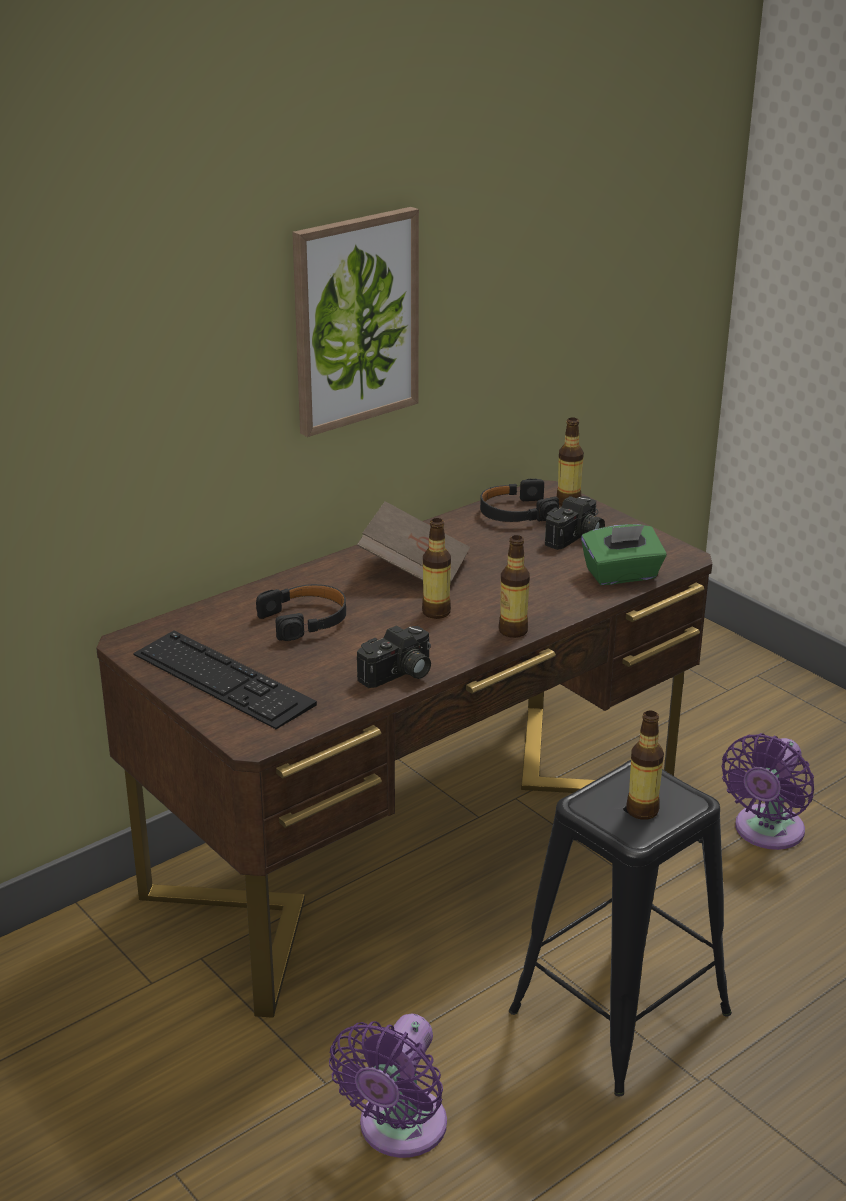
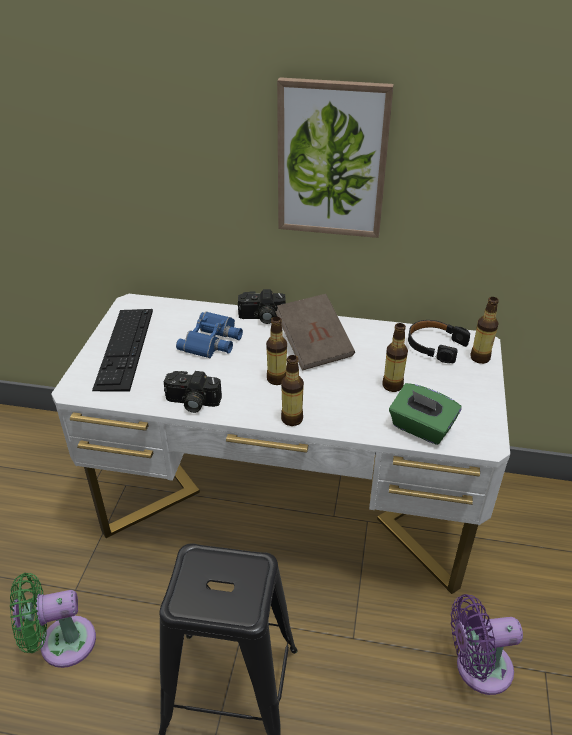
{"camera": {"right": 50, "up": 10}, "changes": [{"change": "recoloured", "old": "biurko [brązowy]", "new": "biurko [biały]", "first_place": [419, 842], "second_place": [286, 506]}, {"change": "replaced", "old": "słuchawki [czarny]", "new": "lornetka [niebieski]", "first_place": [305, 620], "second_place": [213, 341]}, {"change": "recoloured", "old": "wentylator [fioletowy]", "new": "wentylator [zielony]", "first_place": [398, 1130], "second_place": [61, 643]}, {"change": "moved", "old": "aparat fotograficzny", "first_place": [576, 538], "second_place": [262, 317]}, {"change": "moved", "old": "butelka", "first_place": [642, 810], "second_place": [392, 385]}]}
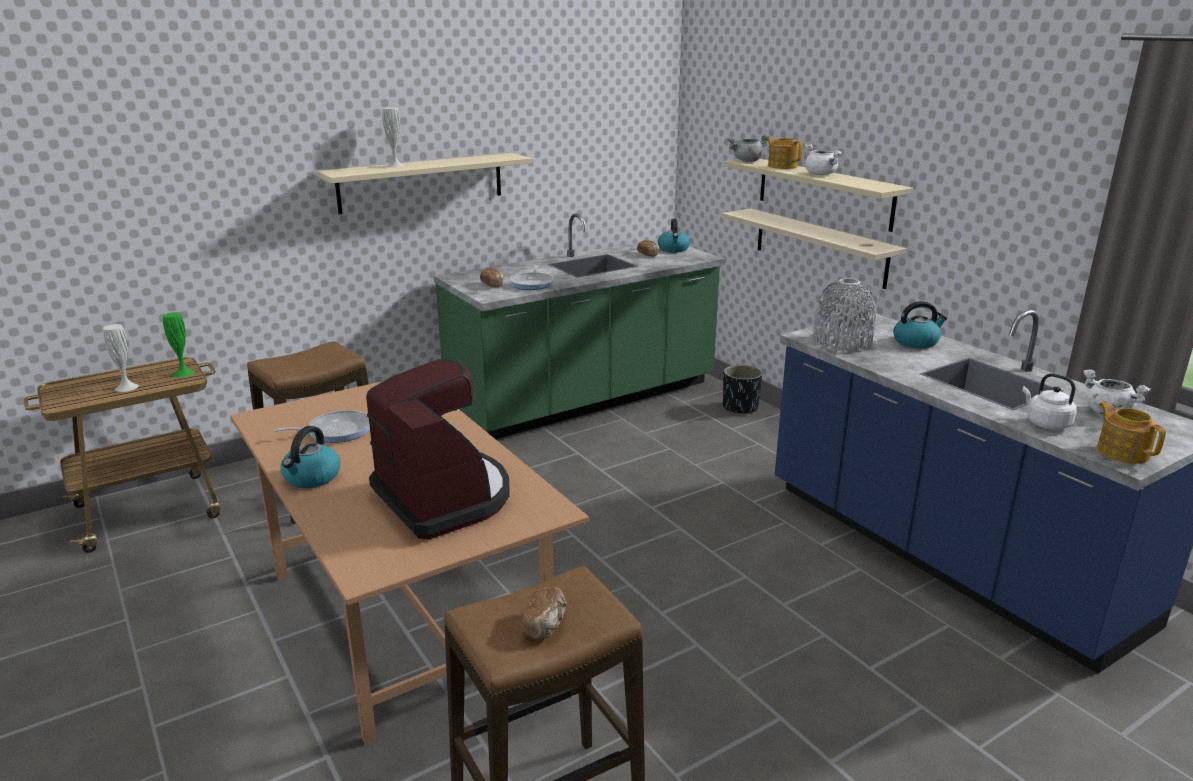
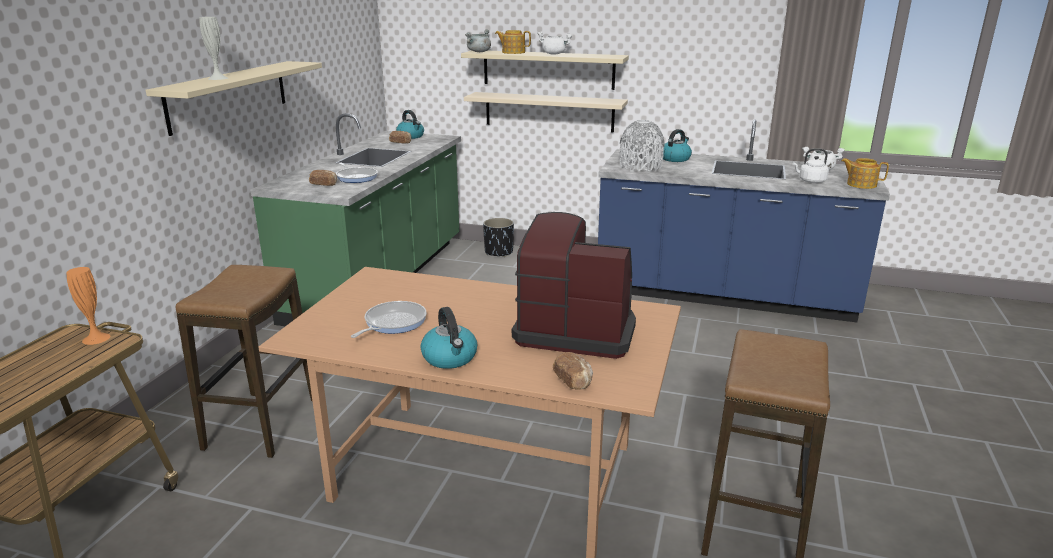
{"camera": {"right": -40, "up": 0}, "changes": [{"change": "removed", "old": "wazon [biały]", "first_place": [126, 387]}, {"change": "recoloured", "old": "wazon [zielony]", "new": "wazon [pomarańczowy]", "first_place": [183, 373], "second_place": [96, 338]}, {"change": "moved", "old": "chleb", "first_place": [546, 624], "second_place": [573, 380]}]}
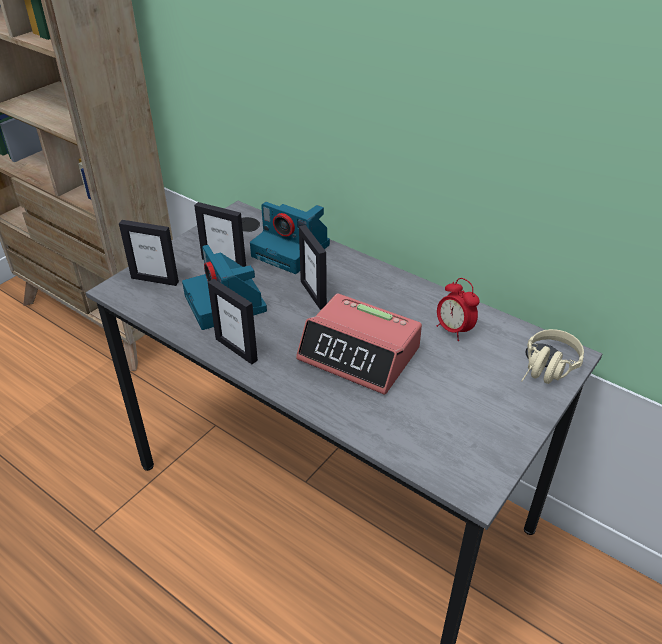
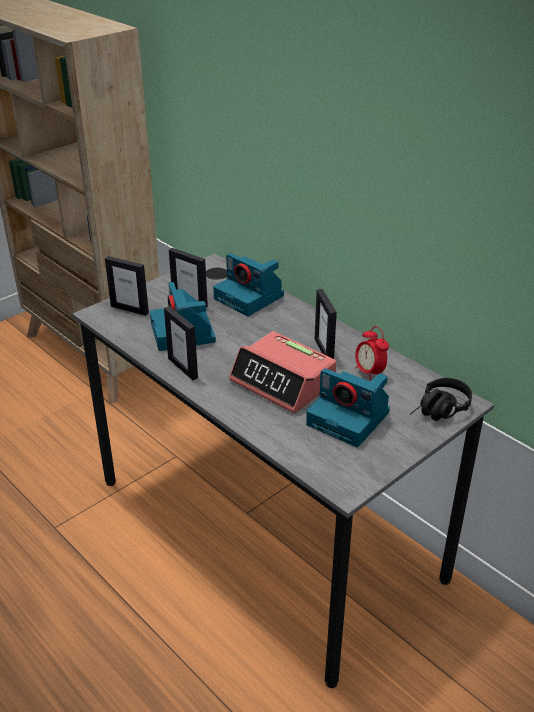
{"camera": {"right": 10, "up": -5}, "changes": [{"change": "moved", "old": "ramka na zdjęcie", "first_place": [313, 294], "second_place": [324, 350]}, {"change": "recoloured", "old": "słuchawki [beżowy]", "new": "słuchawki [czarny]", "first_place": [546, 371], "second_place": [438, 411]}, {"change": "added", "new": "aparat fotograficzny", "second_place": [350, 419]}]}
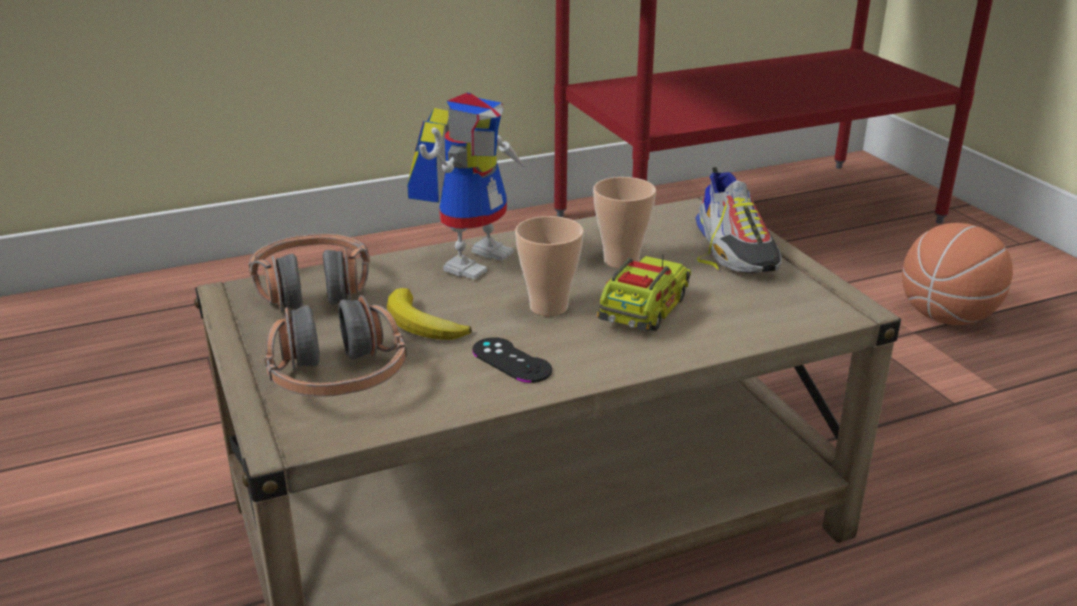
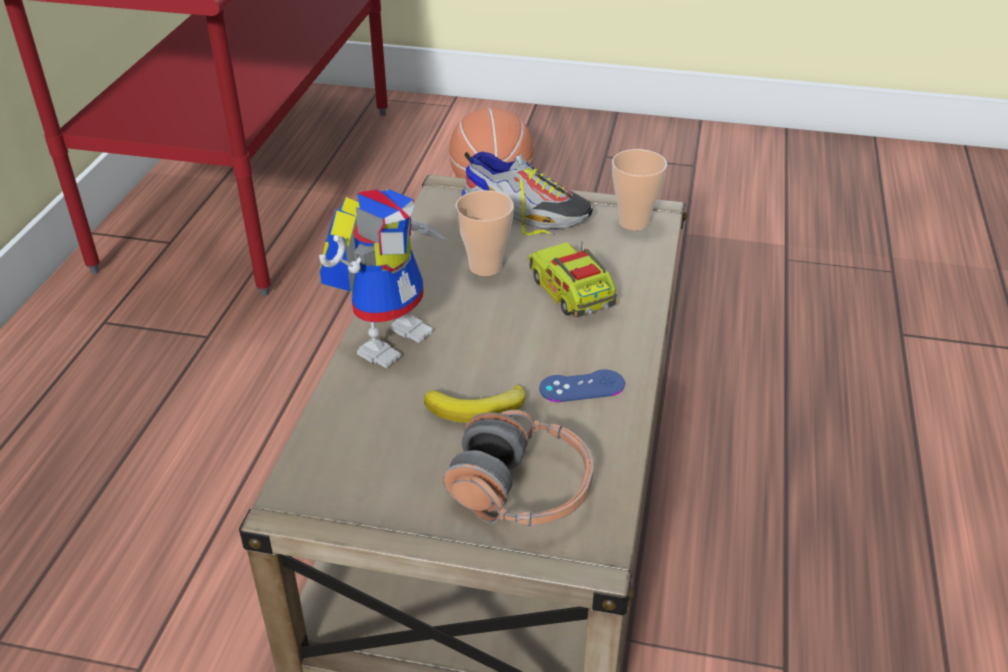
{"camera": {"right": -55, "up": 10}, "changes": [{"change": "removed", "old": "słuchawki", "first_place": [313, 289]}, {"change": "turned", "old": "robot zabawkowy", "first_place": [472, 257], "second_place": [390, 335], "degrees": 60}, {"change": "recoloured", "old": "pad do gier [czarny]", "new": "pad do gier [niebieski]", "first_place": [511, 360], "second_place": [582, 386]}, {"change": "moved", "old": "filiżanka", "first_place": [548, 307], "second_place": [634, 222]}]}
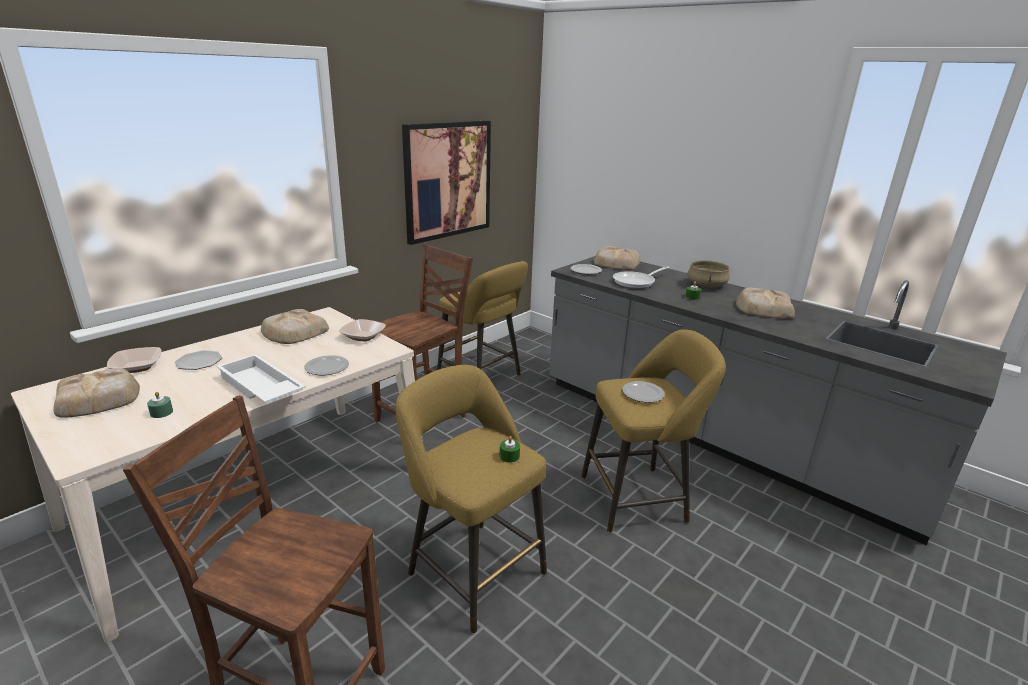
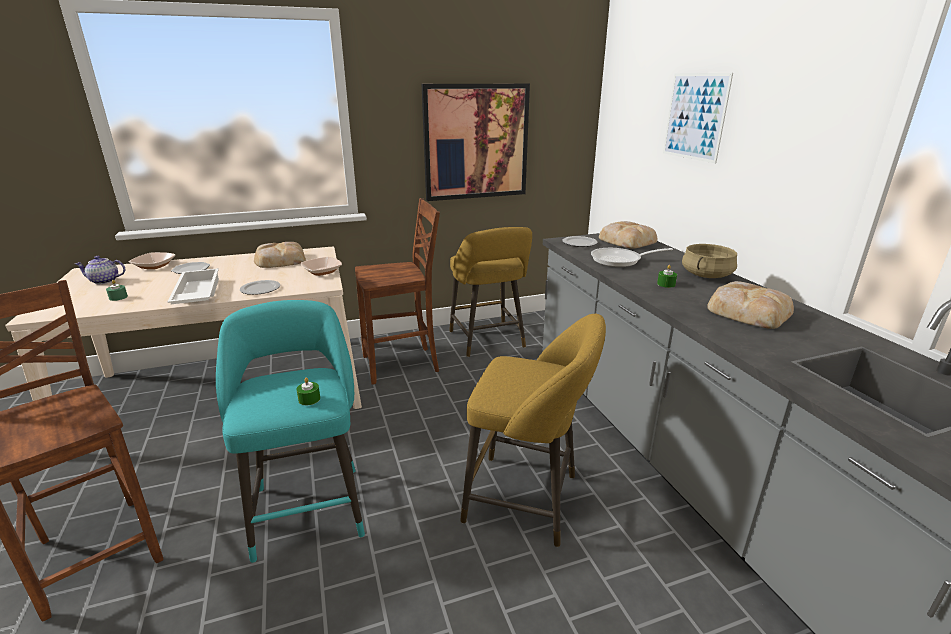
{"camera": {"right": 30, "up": 0}, "changes": [{"change": "replaced", "old": "chleb", "new": "imbryk", "first_place": [99, 399], "second_place": [104, 281]}, {"change": "recoloured", "old": "stołek [żółty]", "new": "stołek [turkusowy]", "first_place": [472, 569], "second_place": [308, 506]}, {"change": "removed", "old": "talerz", "first_place": [642, 393]}, {"change": "added", "new": "obraz", "second_place": [695, 116]}]}
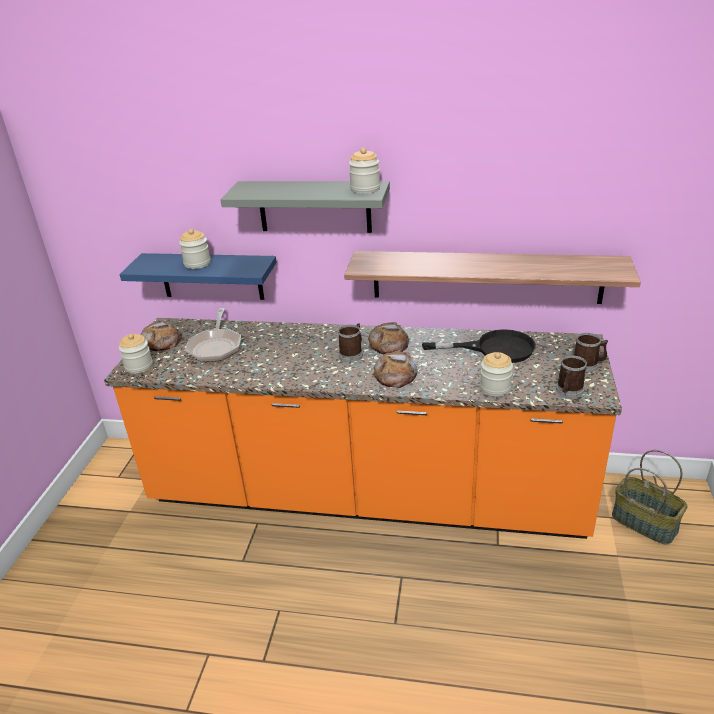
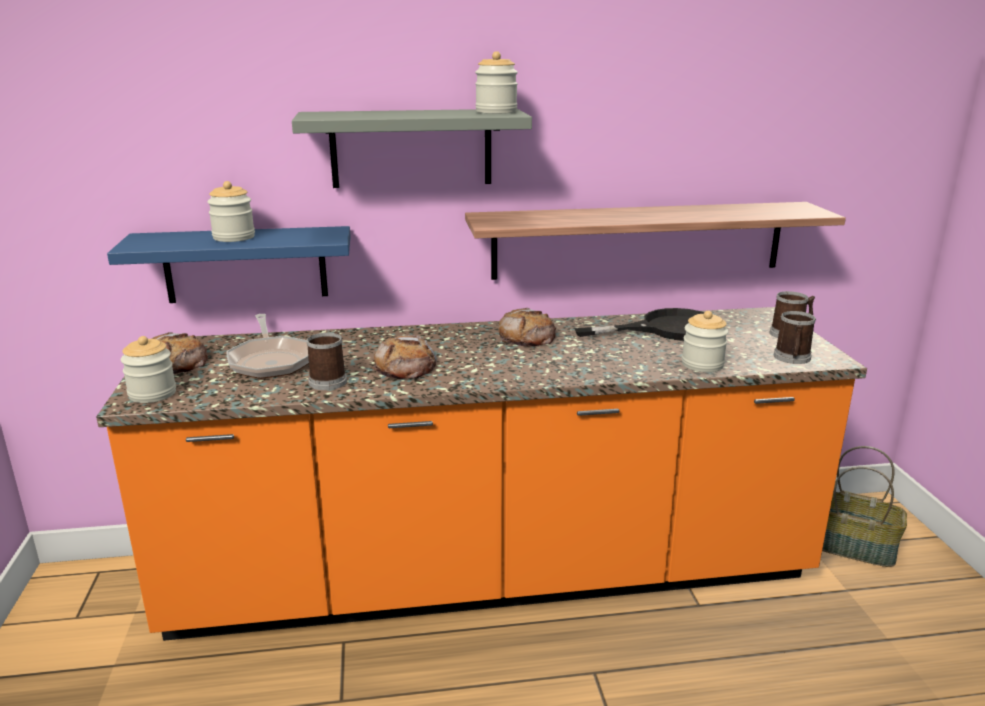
{"camera": {"right": -20, "up": -10}, "changes": [{"change": "moved", "old": "kubek", "first_place": [352, 354], "second_place": [330, 380]}, {"change": "moved", "old": "chleb", "first_place": [395, 375], "second_place": [405, 366]}]}
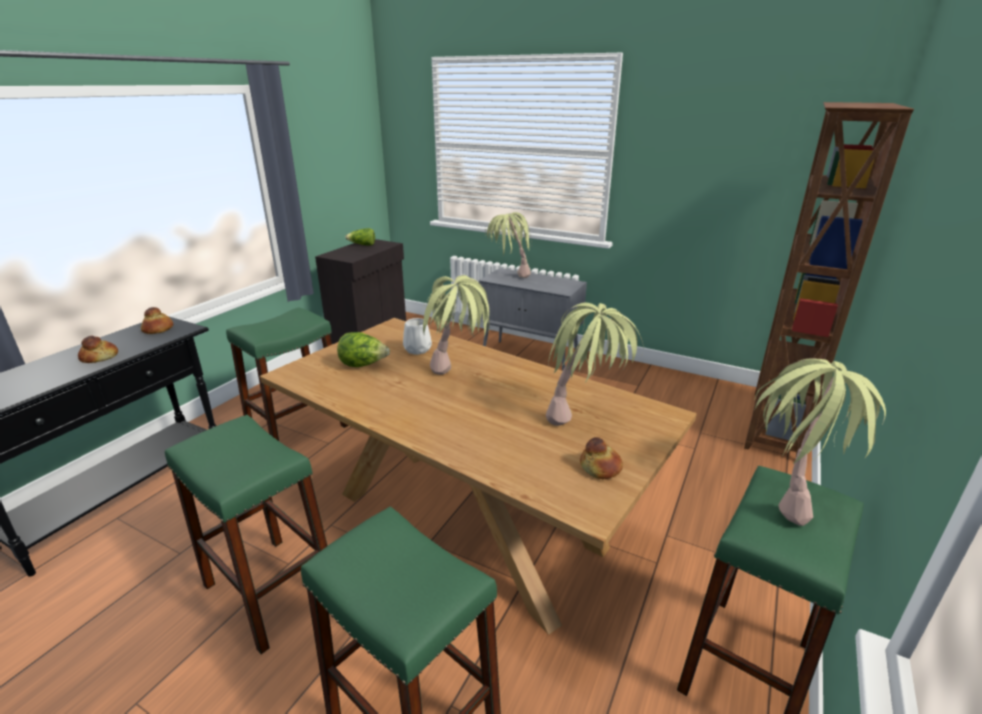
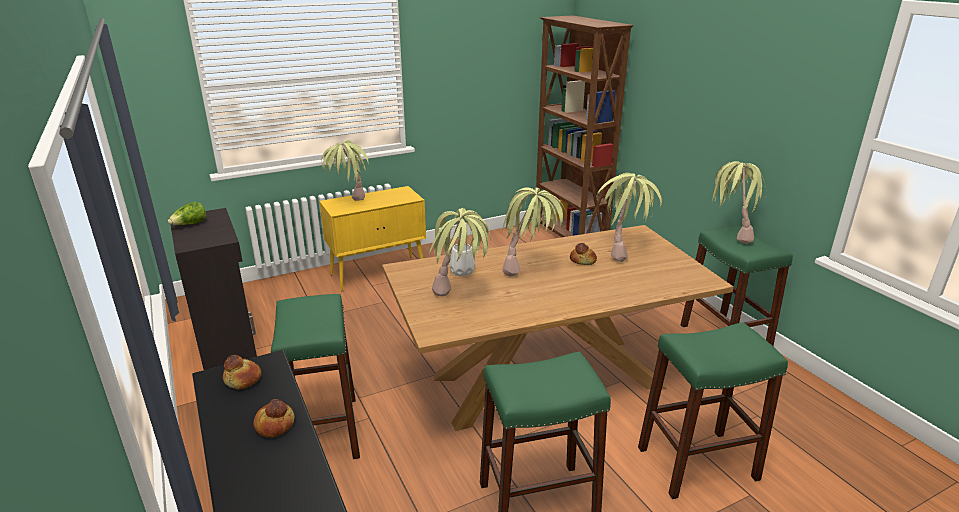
{"camera": {"right": -55, "up": 0}, "changes": [{"change": "replaced", "old": "sałata", "new": "roślina doniczkowa", "first_place": [363, 365], "second_place": [461, 298]}, {"change": "recoloured", "old": "szafka [szary]", "new": "szafka [żółty]", "first_place": [530, 358], "second_place": [379, 273]}, {"change": "moved", "old": "chleb", "first_place": [600, 467], "second_place": [583, 260]}]}
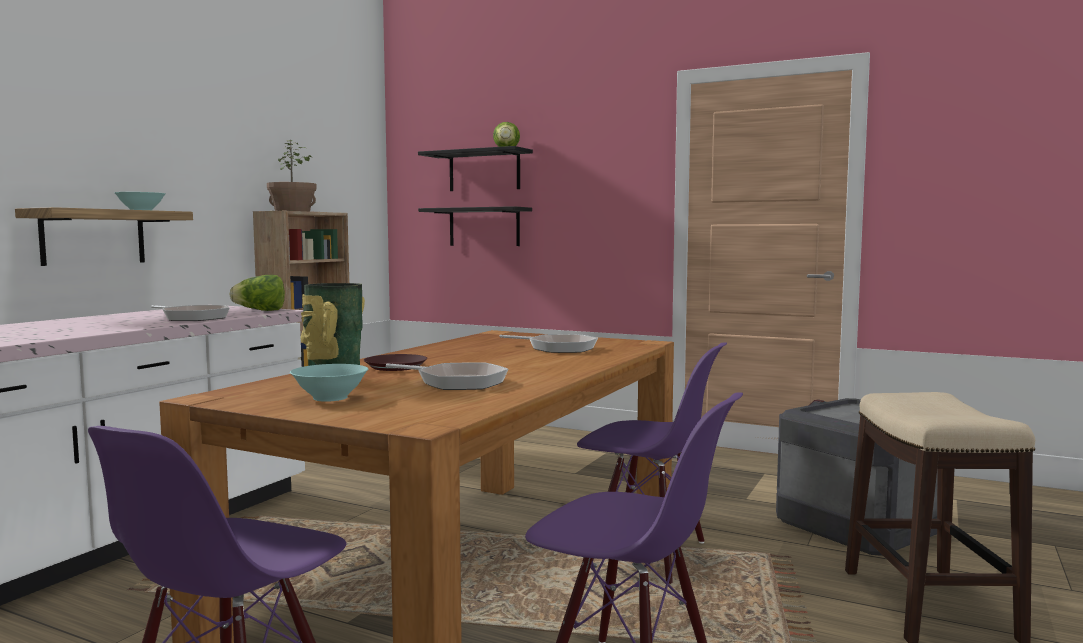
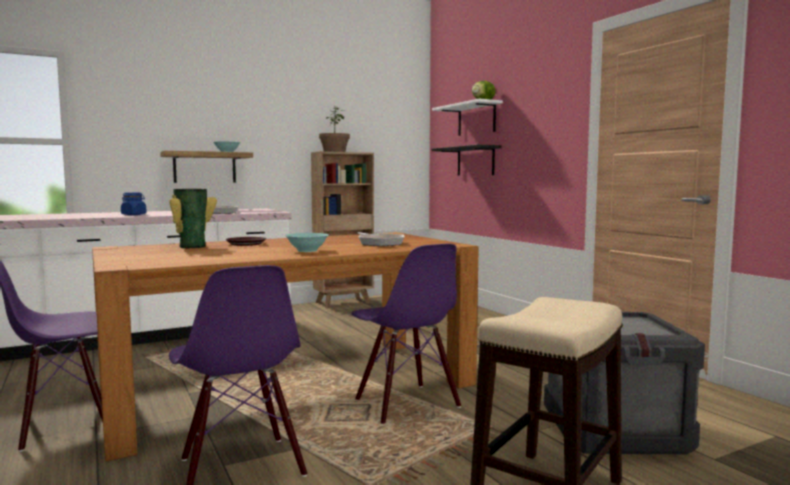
{"camera": {"right": 35, "up": 0}, "changes": [{"change": "removed", "old": "sałata", "first_place": [260, 311]}, {"change": "moved", "old": "miska [turkusowy]", "first_place": [330, 397], "second_place": [307, 250]}, {"change": "removed", "old": "patelnia", "first_place": [457, 382]}, {"change": "recoloured", "old": "półka [czarny]", "new": "półka [biały]", "first_place": [484, 171], "second_place": [476, 119]}, {"change": "added", "new": "słoik [niebieski]", "second_place": [134, 214]}]}
